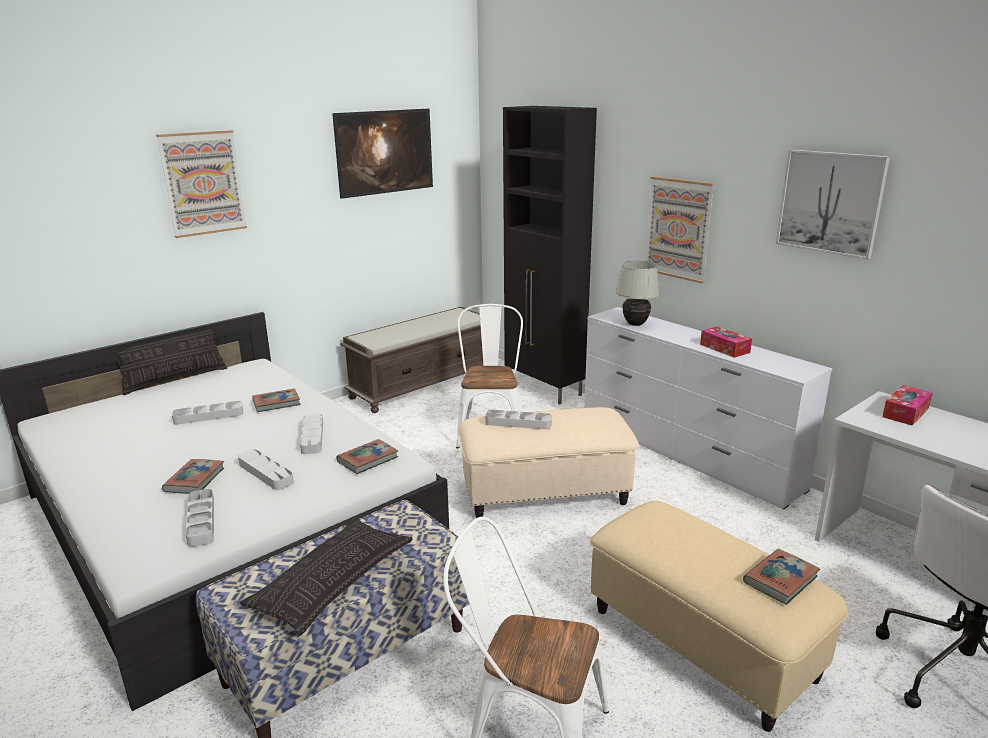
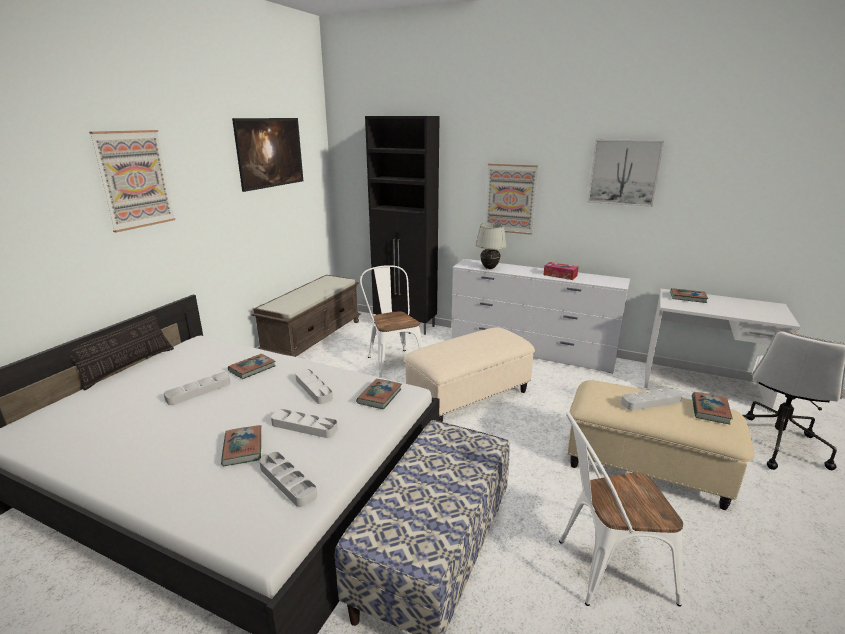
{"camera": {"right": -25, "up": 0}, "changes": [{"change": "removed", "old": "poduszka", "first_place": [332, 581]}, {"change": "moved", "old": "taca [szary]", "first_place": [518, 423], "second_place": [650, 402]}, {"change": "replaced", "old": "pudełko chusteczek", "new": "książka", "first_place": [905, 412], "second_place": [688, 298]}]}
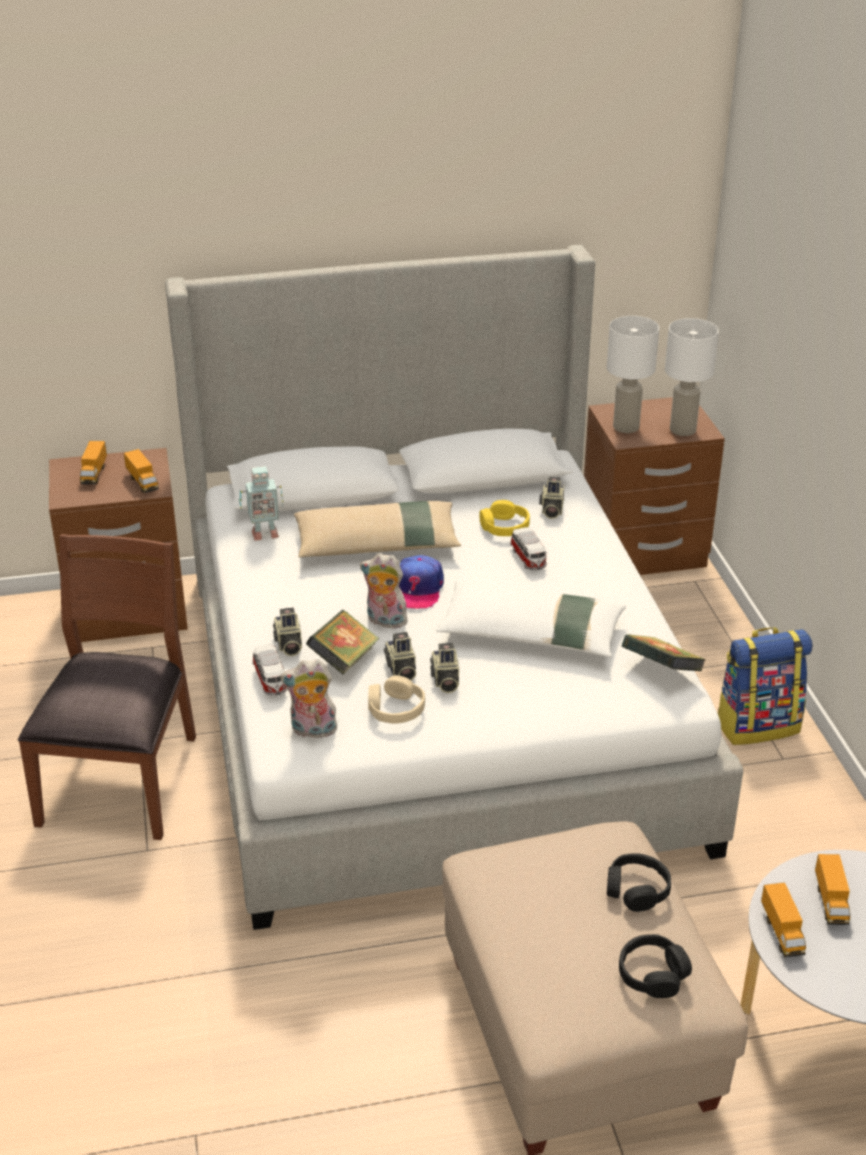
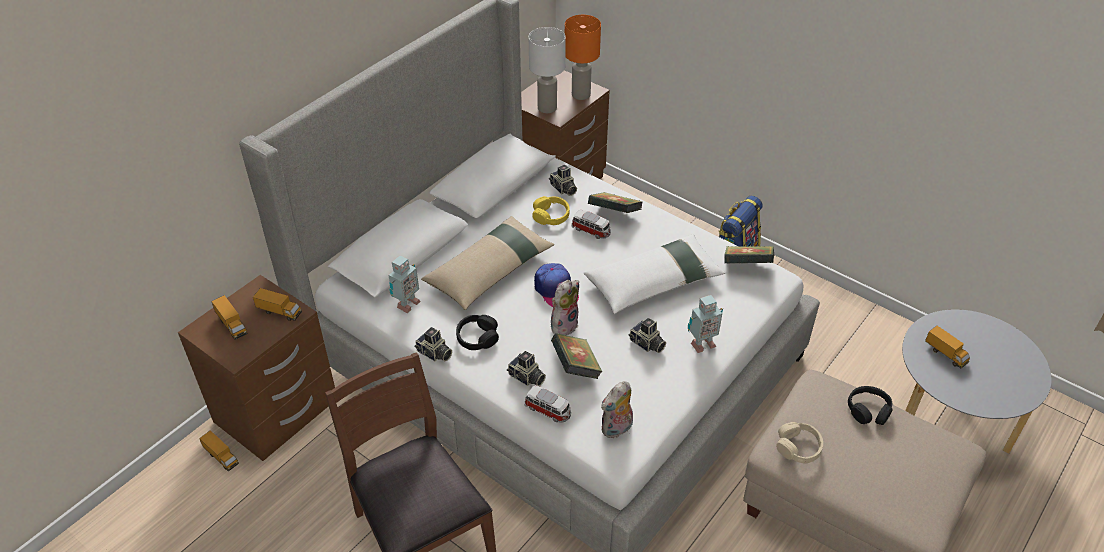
{"camera": {"right": -40, "up": 10}, "changes": [{"change": "turned", "old": "pluszak", "first_place": [384, 621], "second_place": [563, 324], "degrees": 150}, {"change": "moved", "old": "słuchawki [beżowy]", "first_place": [395, 709], "second_place": [798, 447]}, {"change": "moved", "old": "aparat fotograficzny", "first_place": [400, 670], "second_place": [434, 354]}, {"change": "moved", "old": "słuchawki [czarny]", "first_place": [652, 974], "second_place": [477, 337]}, {"change": "recoloured", "old": "lampa stołowa [biały]", "new": "lampa stołowa [pomarańczowy]", "first_place": [683, 430], "second_place": [581, 94]}, {"change": "moved", "old": "ciężarówka zabawkowa", "first_place": [781, 932], "second_place": [221, 457]}, {"change": "added", "new": "książka", "second_place": [614, 214]}, {"change": "added", "new": "robot zabawkowy", "second_place": [701, 344]}]}
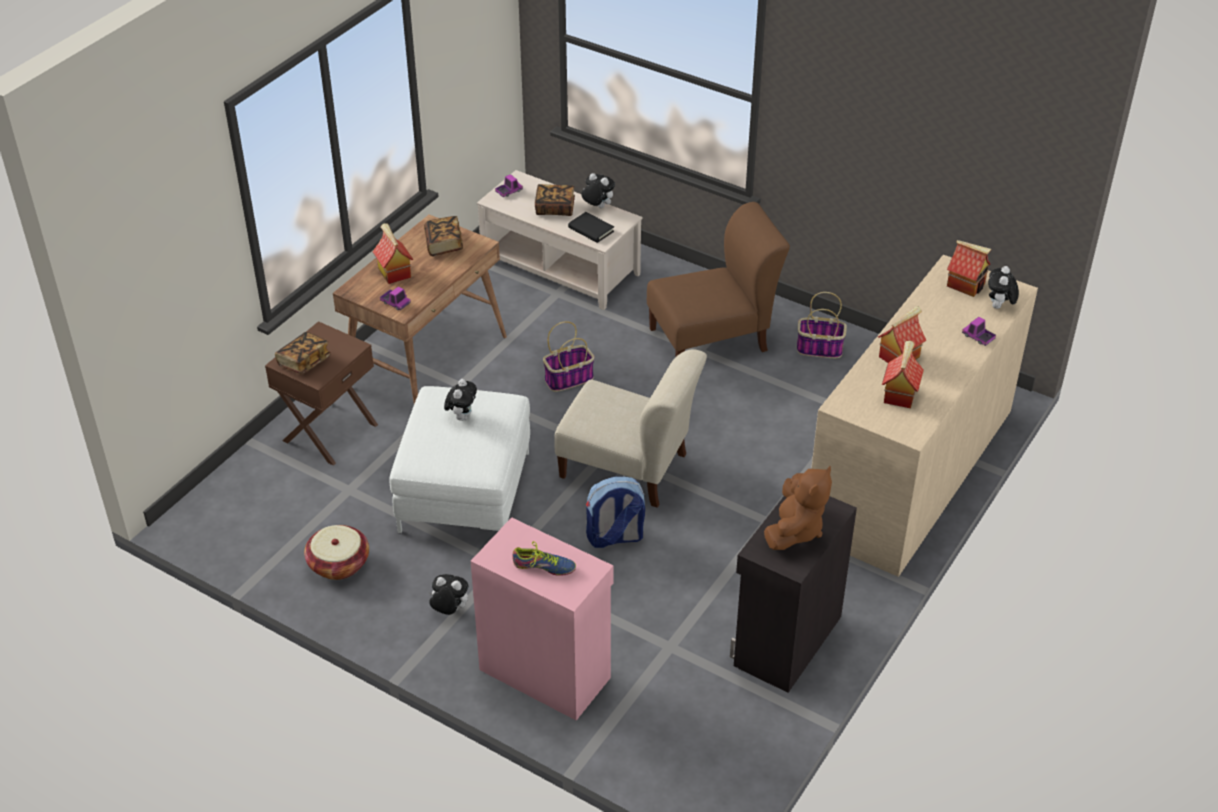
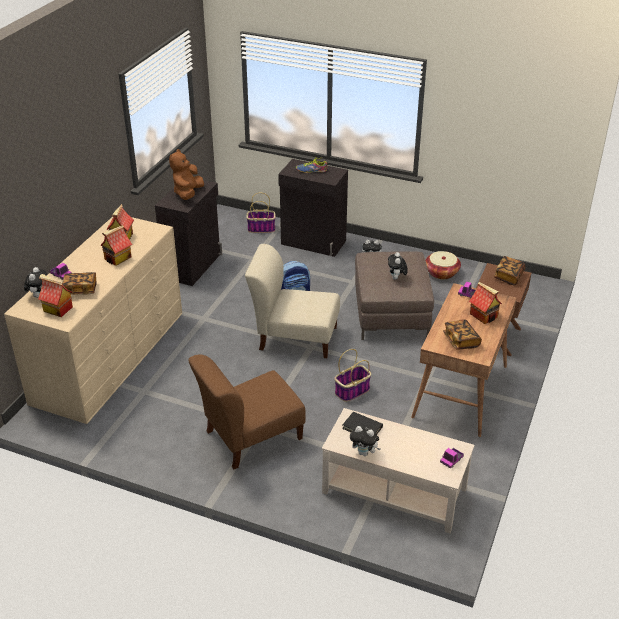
{"camera": {"right": 170, "up": -5}, "changes": [{"change": "recoloured", "old": "pufa [biały]", "new": "pufa [brązowy]", "first_place": [464, 491], "second_place": [391, 314]}, {"change": "recoloured", "old": "szafka [różowy]", "new": "szafka [czarny]", "first_place": [545, 672], "second_place": [313, 243]}, {"change": "moved", "old": "książka", "first_place": [555, 208], "second_place": [80, 290]}, {"change": "moved", "old": "koszyk", "first_place": [819, 349], "second_place": [261, 228]}]}
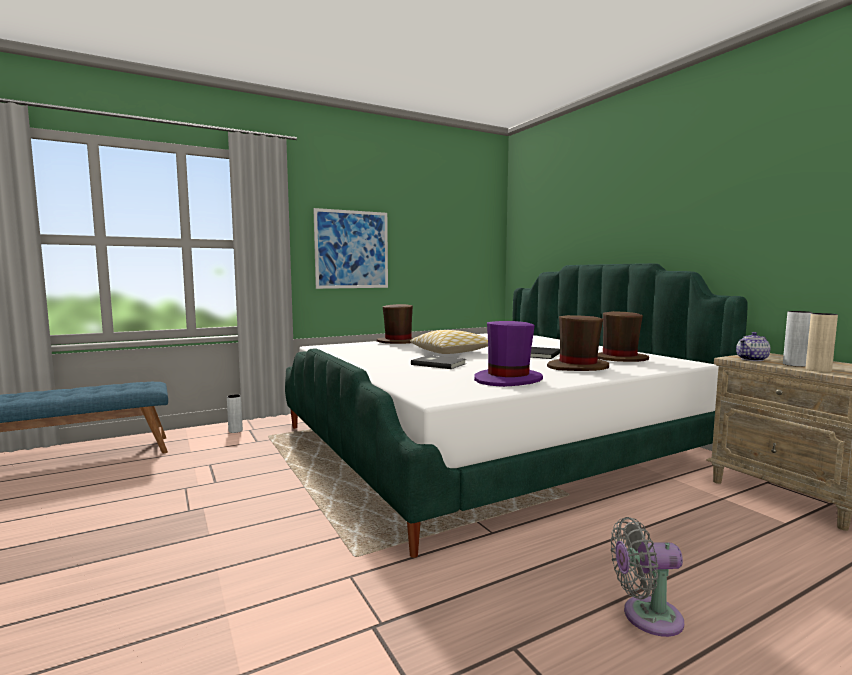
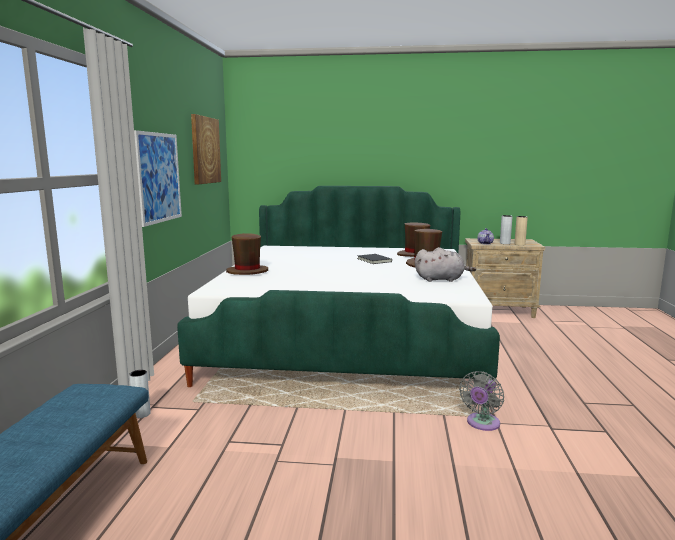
{"camera": {"right": -55, "up": 5}, "changes": [{"change": "removed", "old": "poduszka", "first_place": [451, 352]}, {"change": "removed", "old": "książka [szary]", "first_place": [438, 364]}, {"change": "replaced", "old": "kapelusz [fioletowy]", "new": "pluszak [szary]", "first_place": [508, 380], "second_place": [441, 279]}, {"change": "moved", "old": "wentylator [szary]", "first_place": [646, 616], "second_place": [482, 424]}, {"change": "added", "new": "obraz", "second_place": [205, 150]}]}
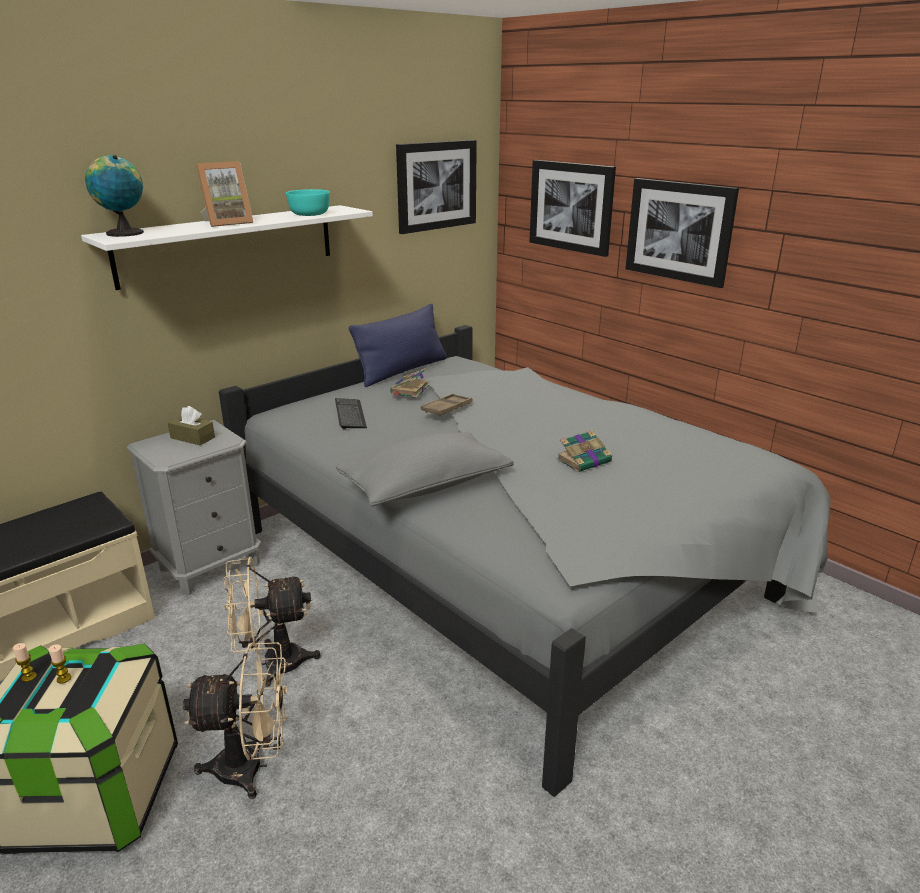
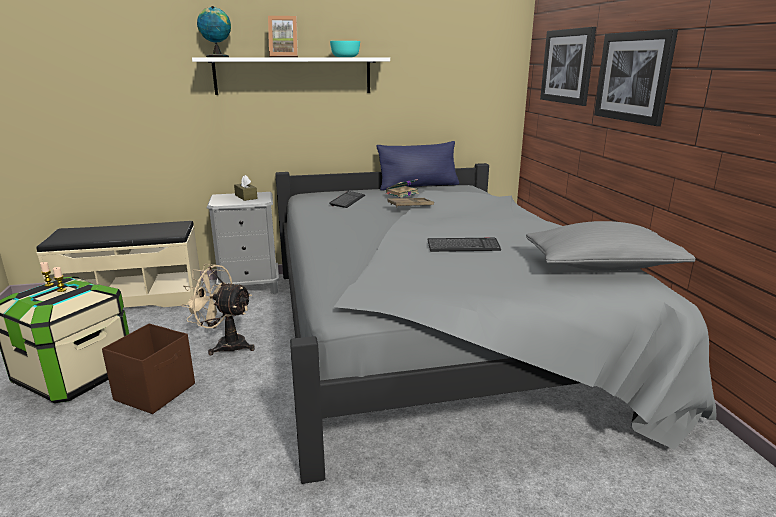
{"camera": {"right": 30, "up": -5}, "changes": [{"change": "replaced", "old": "wentylator [beżowy]", "new": "pojemnik do przechowywania [brązowy]", "first_place": [252, 767], "second_place": [156, 391]}, {"change": "moved", "old": "poduszka [szary]", "first_place": [425, 486], "second_place": [602, 266]}, {"change": "removed", "old": "obraz", "first_place": [436, 185]}, {"change": "replaced", "old": "książka", "new": "klawiatura", "first_place": [584, 460], "second_place": [463, 246]}]}
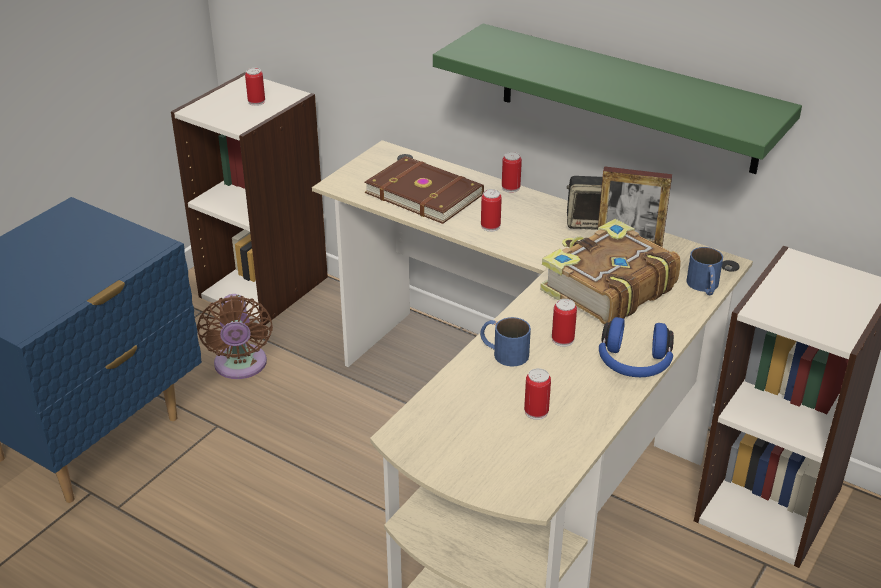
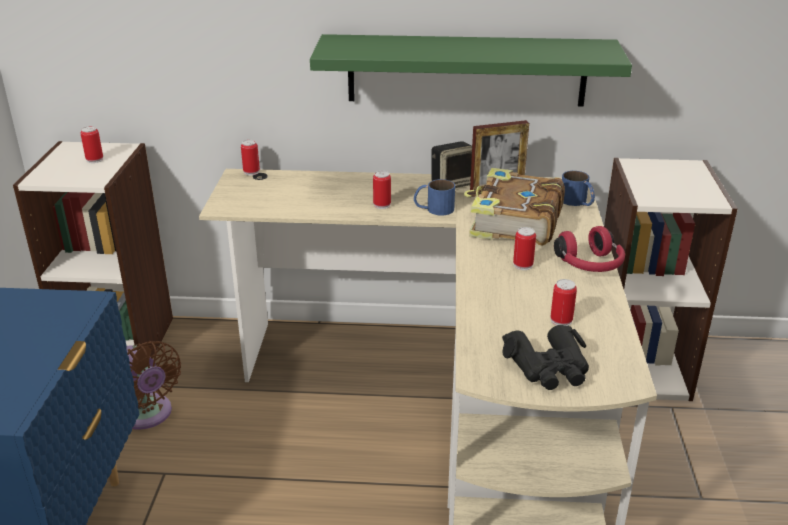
{"camera": {"right": -30, "up": -5}, "changes": [{"change": "removed", "old": "książka [brązowy]", "first_place": [424, 193]}, {"change": "moved", "old": "kubek [niebieski]", "first_place": [503, 352], "second_place": [433, 209]}, {"change": "moved", "old": "puszka", "first_place": [510, 188], "second_place": [251, 172]}, {"change": "recoloured", "old": "słuchawki [niebieski]", "new": "słuchawki [czerwony]", "first_place": [634, 364], "second_place": [590, 265]}, {"change": "added", "new": "lornetka [czarny]", "second_place": [548, 367]}]}
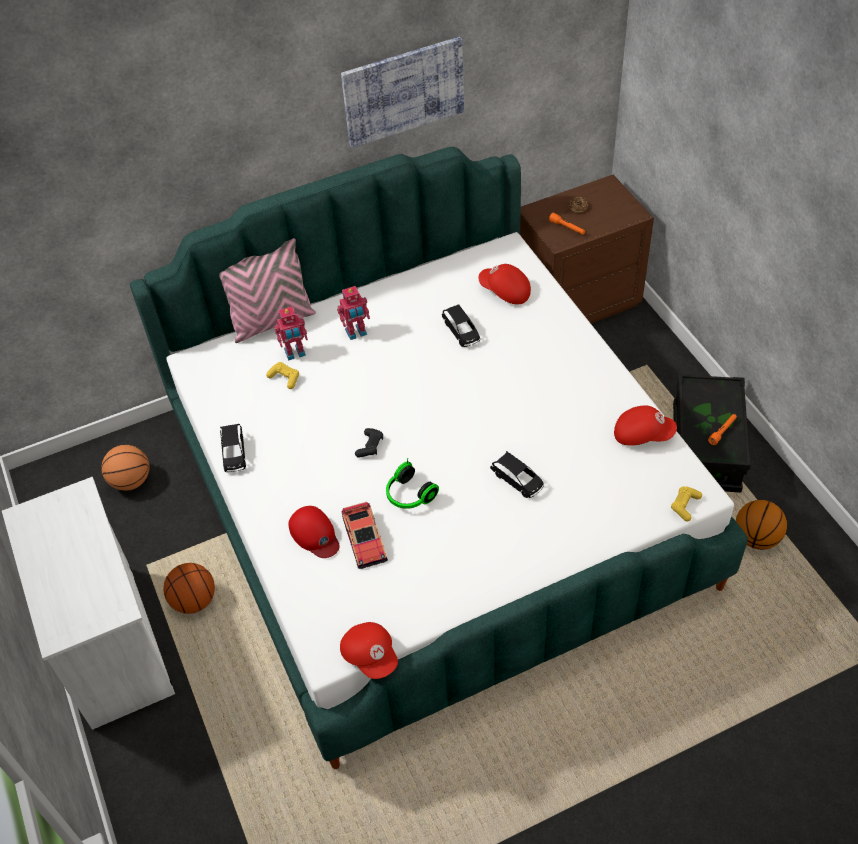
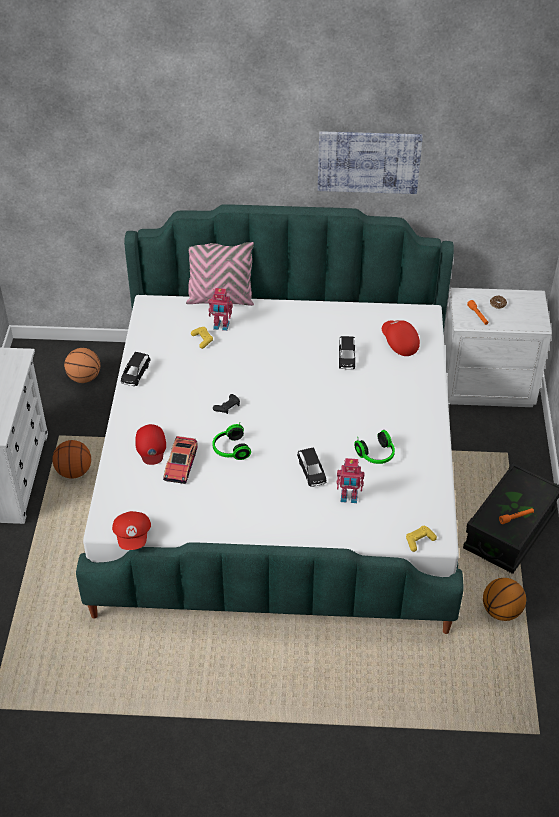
{"camera": {"right": 25, "up": -5}, "changes": [{"change": "moved", "old": "robot zabawkowy", "first_place": [356, 333], "second_place": [349, 498]}, {"change": "recoloured", "old": "szafka nocna [brązowy]", "new": "szafka nocna [biały]", "first_place": [576, 300], "second_place": [486, 384]}, {"change": "removed", "old": "czapka z daszkiem [czerwony]", "first_place": [642, 434]}, {"change": "added", "new": "słuchawki", "second_place": [376, 455]}]}
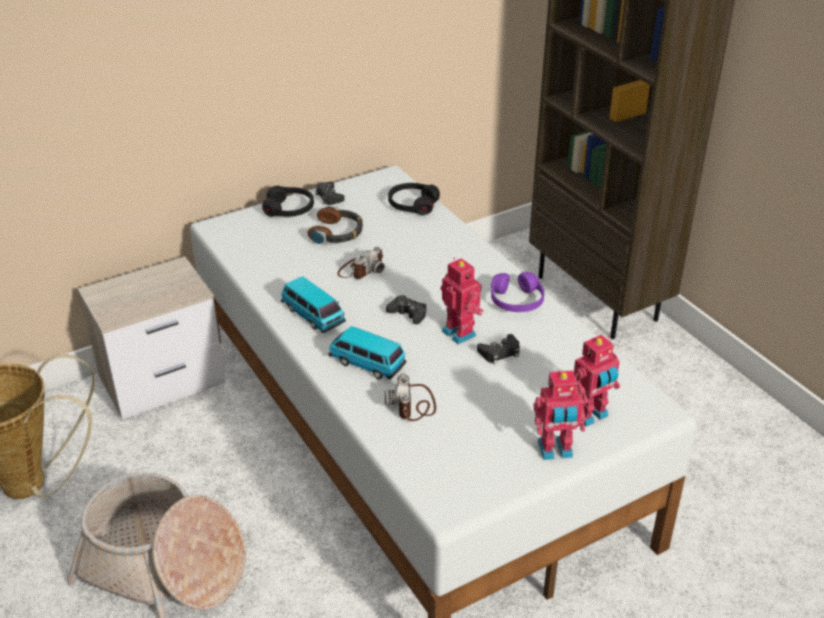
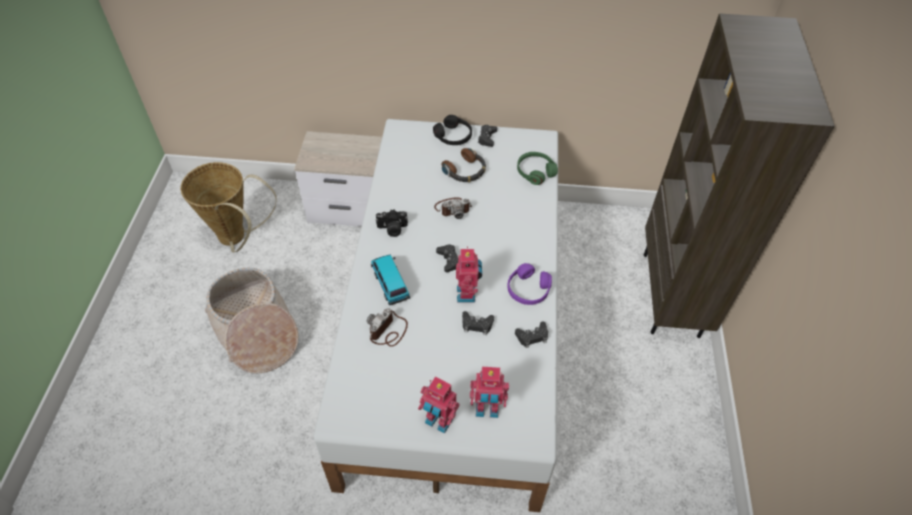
{"camera": {"right": 35, "up": 15}, "changes": [{"change": "replaced", "old": "samochodzik", "new": "aparat fotograficzny", "first_place": [313, 315], "second_place": [392, 229]}, {"change": "recoloured", "old": "słuchawki [czarny]", "new": "słuchawki [zielony]", "first_place": [412, 205], "second_place": [535, 171]}, {"change": "added", "new": "pad do gier [czarny]", "second_place": [532, 336]}]}
